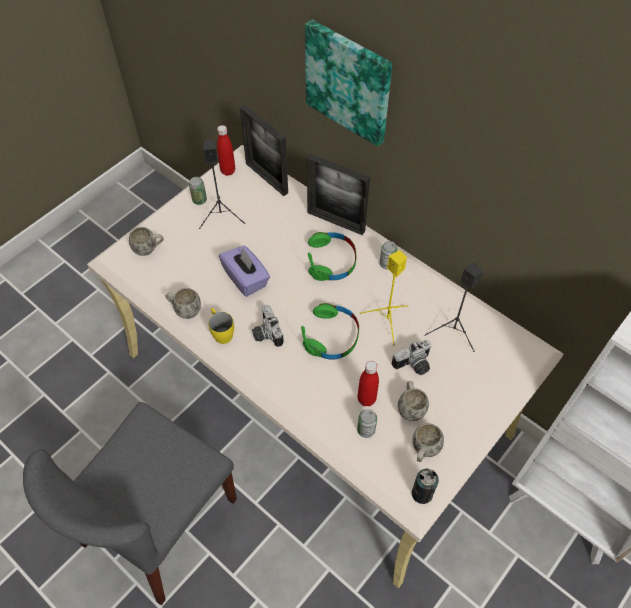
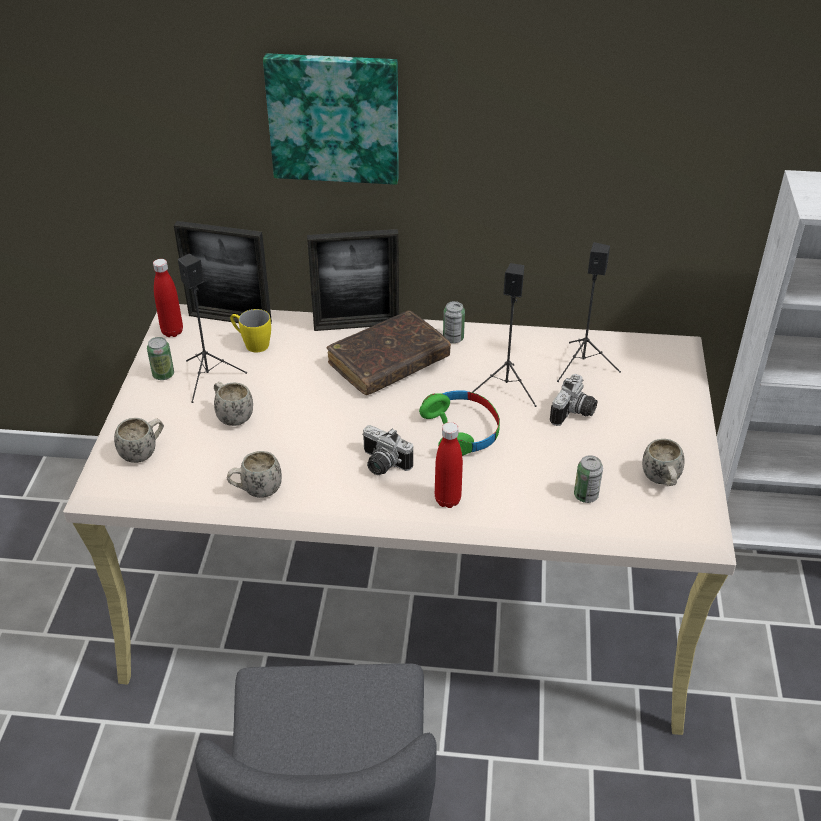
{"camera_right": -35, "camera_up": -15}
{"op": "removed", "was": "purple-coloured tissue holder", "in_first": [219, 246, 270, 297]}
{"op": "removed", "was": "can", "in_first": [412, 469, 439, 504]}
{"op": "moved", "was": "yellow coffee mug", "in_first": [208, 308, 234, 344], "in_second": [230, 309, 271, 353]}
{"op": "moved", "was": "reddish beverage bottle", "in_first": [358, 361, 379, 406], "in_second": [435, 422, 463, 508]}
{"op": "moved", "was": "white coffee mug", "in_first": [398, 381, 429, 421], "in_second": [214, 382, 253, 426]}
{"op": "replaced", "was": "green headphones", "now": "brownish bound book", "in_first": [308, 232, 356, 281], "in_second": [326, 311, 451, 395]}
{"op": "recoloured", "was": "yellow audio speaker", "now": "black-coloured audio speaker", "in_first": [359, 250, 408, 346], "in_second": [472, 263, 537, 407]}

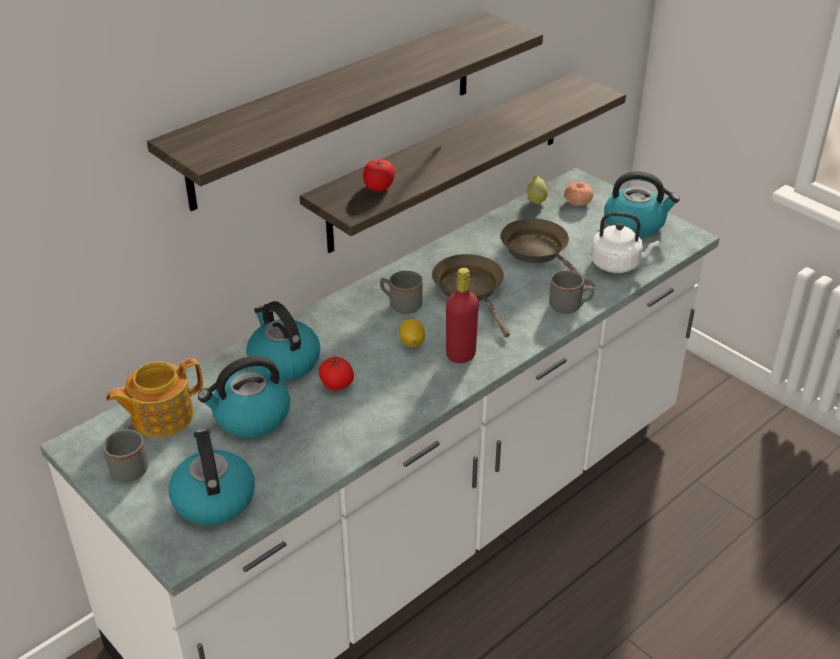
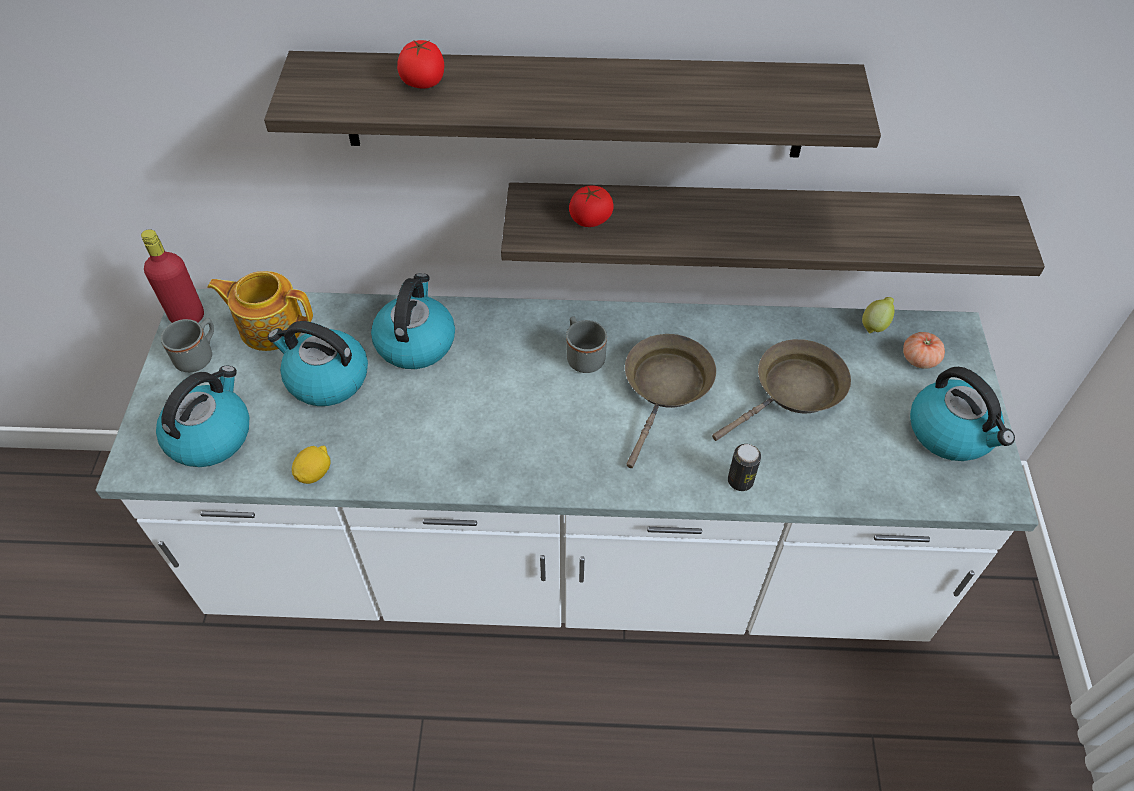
{"camera_right": 45, "camera_up": 15}
{"op": "removed", "was": "white water kettle", "in_first": [591, 212, 659, 273]}
{"op": "moved", "was": "tomato", "in_first": [319, 357, 354, 390], "in_second": [397, 40, 444, 89]}
{"op": "moved", "was": "citrus fruit", "in_first": [399, 319, 425, 348], "in_second": [292, 446, 331, 484]}
{"op": "moved", "was": "reddish beverage bottle", "in_first": [446, 268, 479, 363], "in_second": [141, 229, 204, 323]}
{"op": "replaced", "was": "gray coffee mug", "now": "can", "in_first": [549, 270, 594, 314], "in_second": [728, 444, 761, 491]}
{"op": "turned", "was": "brownish pan", "in_first": [501, 218, 595, 287], "in_second": [712, 339, 851, 441], "clockwise": 45}

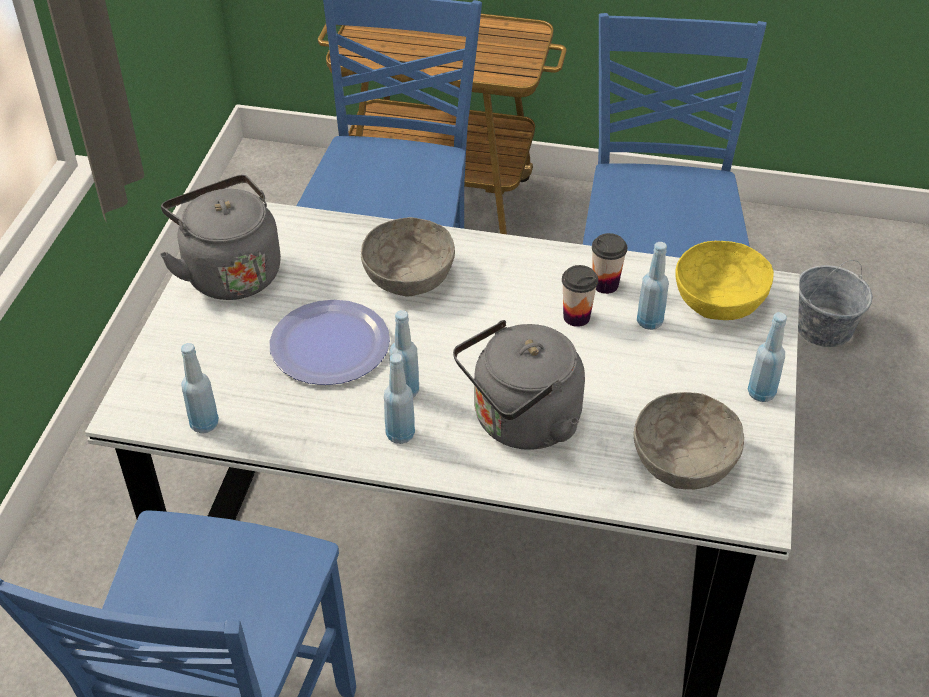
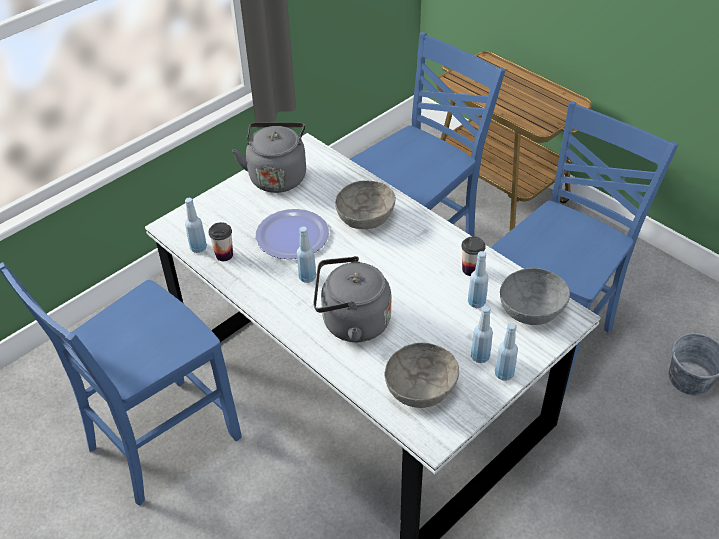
{"camera_right": 35, "camera_up": 0}
{"op": "moved", "was": "bluish beverage bottle", "in_first": [384, 353, 415, 444], "in_second": [471, 306, 493, 363]}
{"op": "moved", "was": "small cup", "in_first": [562, 265, 598, 327], "in_second": [209, 222, 233, 261]}
{"op": "recoloured", "was": "yellow deep dish", "now": "gray deep dish", "in_first": [675, 241, 774, 320], "in_second": [500, 268, 570, 325]}

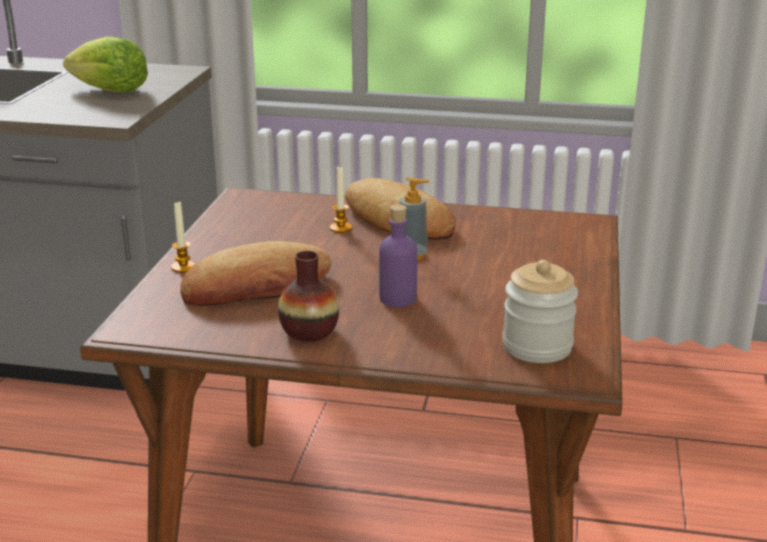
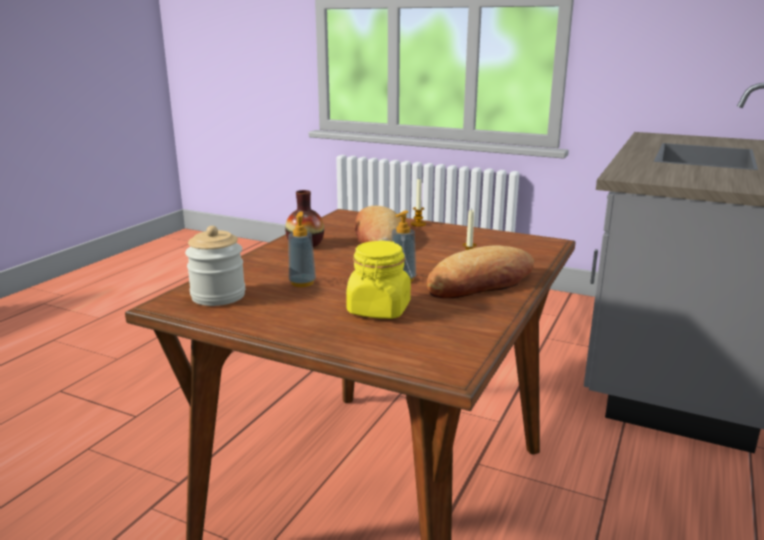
{"camera_right": 105, "camera_up": -5}
{"op": "removed", "was": "head of lettuce", "in_first": [63, 36, 148, 93]}
{"op": "removed", "was": "purple-coloured beverage bottle", "in_first": [379, 204, 417, 307]}
{"op": "added", "now": "liquid soap bottle", "in_second": [289, 212, 316, 287]}
{"op": "added", "now": "yellow jar", "in_second": [346, 240, 411, 319]}

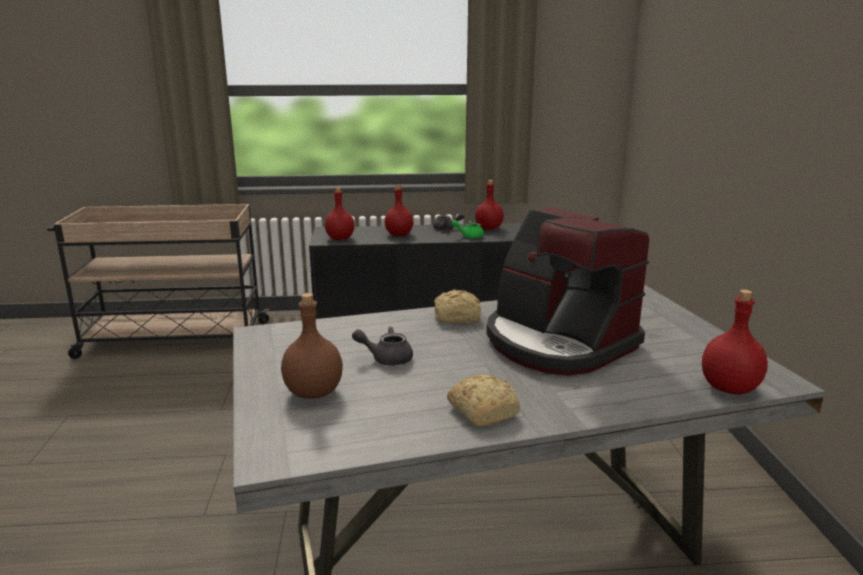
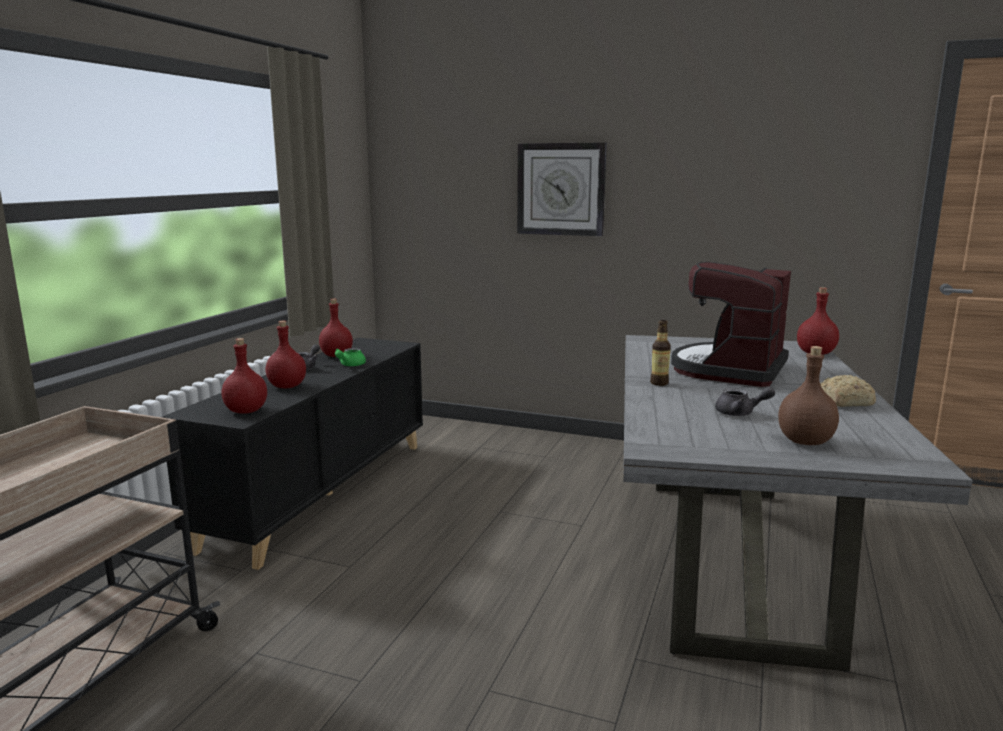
{"camera_right": -65, "camera_up": -5}
{"op": "added", "now": "clock on the wall", "in_second": [517, 143, 607, 236]}
{"op": "replaced", "was": "bakery bread", "now": "beverage bottle", "in_first": [434, 289, 481, 324], "in_second": [650, 320, 671, 386]}
{"op": "turned", "was": "gray tea pot", "in_first": [352, 326, 413, 365], "in_second": [715, 387, 775, 416], "clockwise": -105}
{"op": "turned", "was": "coffee brewer", "in_first": [486, 207, 649, 376], "in_second": [671, 262, 791, 387], "clockwise": 135}

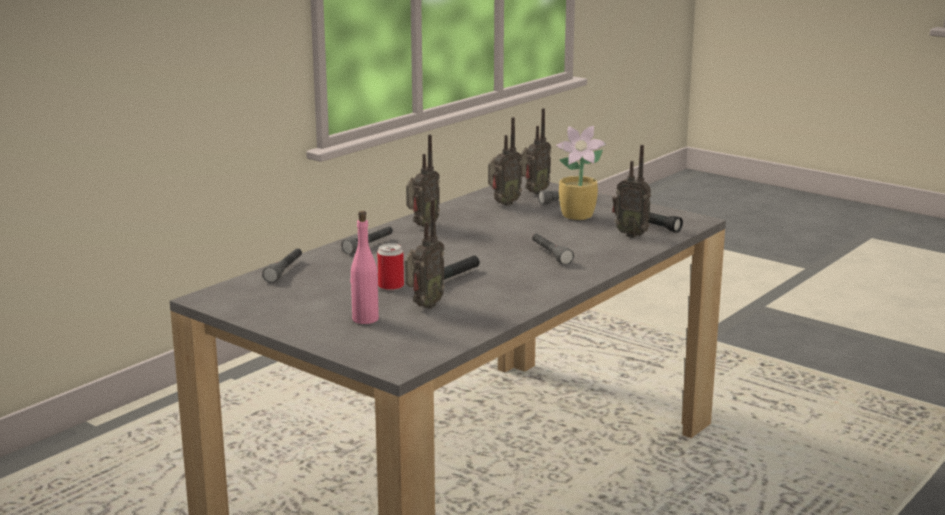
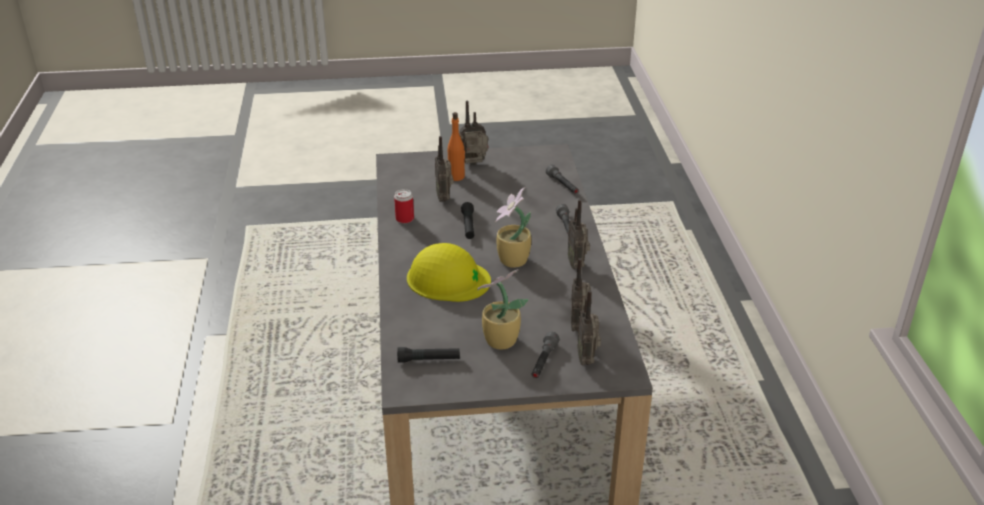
{"camera_right": 135, "camera_up": 15}
{"op": "added", "now": "potted plant", "in_second": [495, 188, 531, 268]}
{"op": "moved", "was": "can", "in_first": [377, 243, 404, 291], "in_second": [394, 189, 414, 223]}
{"op": "moved", "was": "radio receiver", "in_first": [612, 145, 651, 238], "in_second": [459, 101, 489, 165]}
{"op": "replaced", "was": "gray hand torch", "now": "yellow hard hat", "in_first": [532, 233, 574, 265], "in_second": [407, 243, 491, 302]}
{"op": "recoloured", "was": "pink-coloured beverage bottle", "now": "orange-coloured beverage bottle", "in_first": [350, 211, 379, 324], "in_second": [448, 112, 465, 181]}

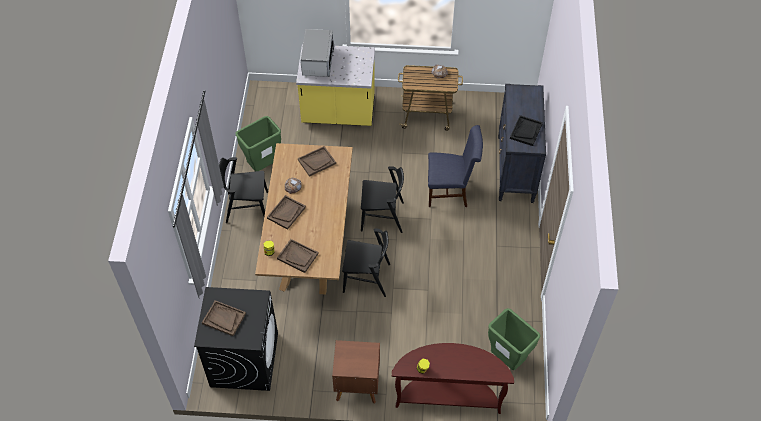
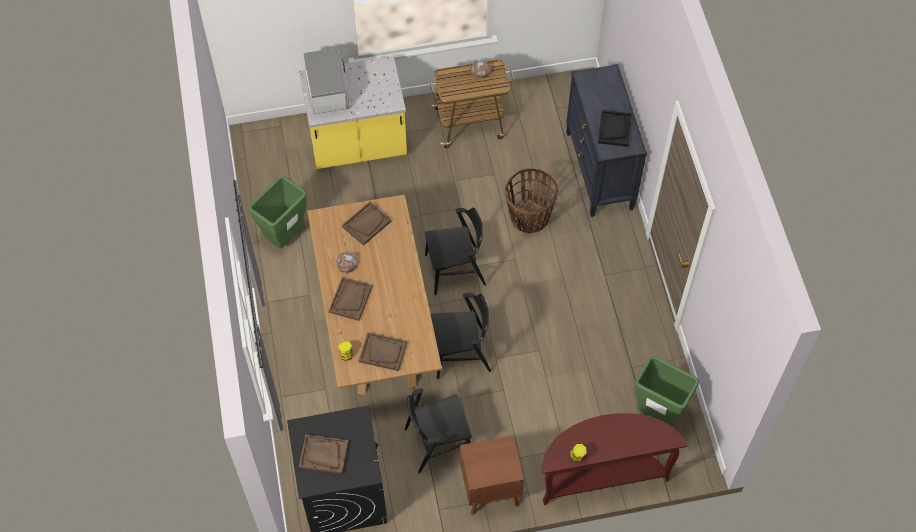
{"camera_right": -15, "camera_up": 5}
{"op": "moved", "was": "black-coloured upright chair", "in_first": [219, 157, 268, 223], "in_second": [405, 388, 472, 473]}
{"op": "replaced", "was": "bluish upright chair", "now": "household basket", "in_first": [428, 125, 483, 207], "in_second": [505, 168, 559, 233]}

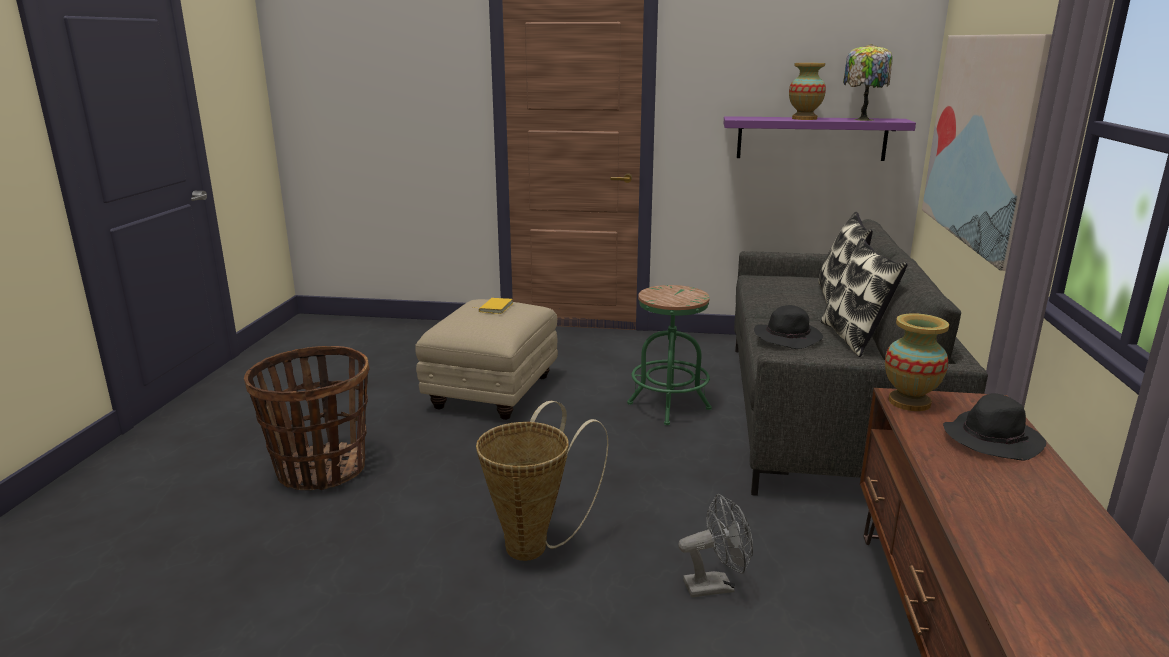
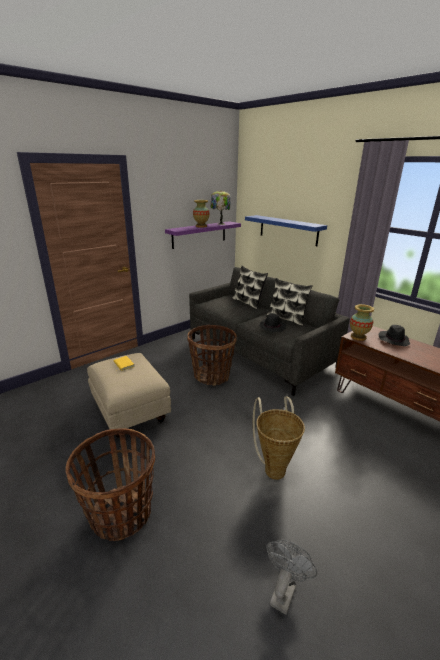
{"camera_right": -50, "camera_up": 5}
{"op": "moved", "was": "gray cooling fan", "in_first": [678, 494, 753, 597], "in_second": [266, 539, 317, 615]}
{"op": "replaced", "was": "green sitting stool", "now": "household basket", "in_first": [627, 285, 712, 425], "in_second": [187, 325, 237, 386]}
{"op": "replaced", "was": "wall picture", "now": "bluish shelf", "in_first": [922, 34, 1052, 271], "in_second": [245, 215, 327, 246]}

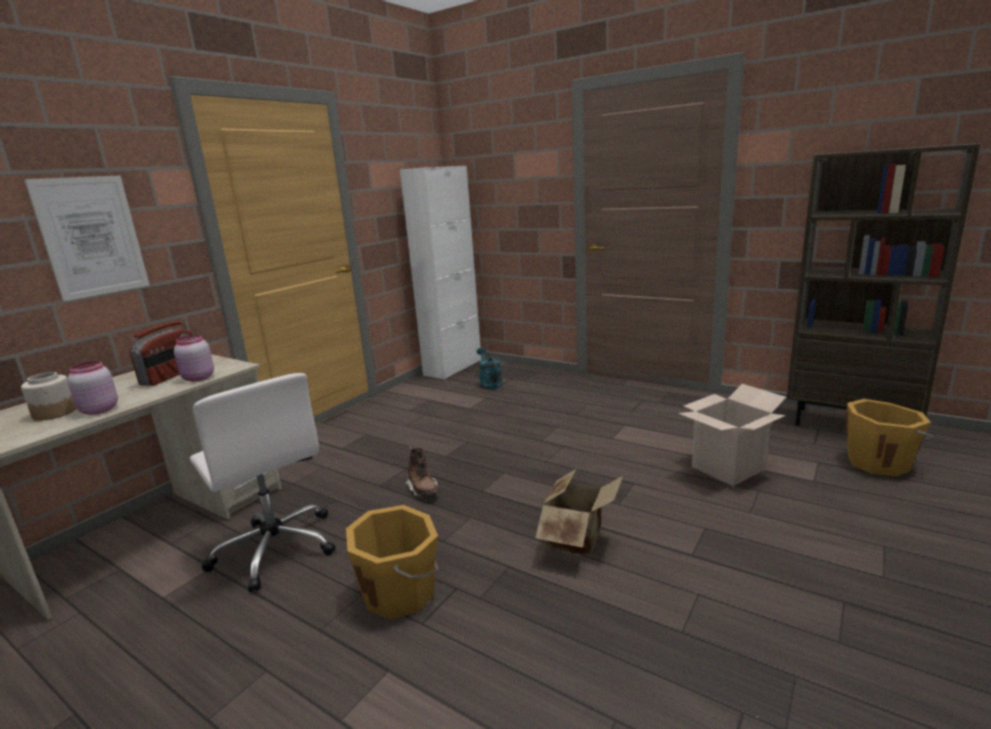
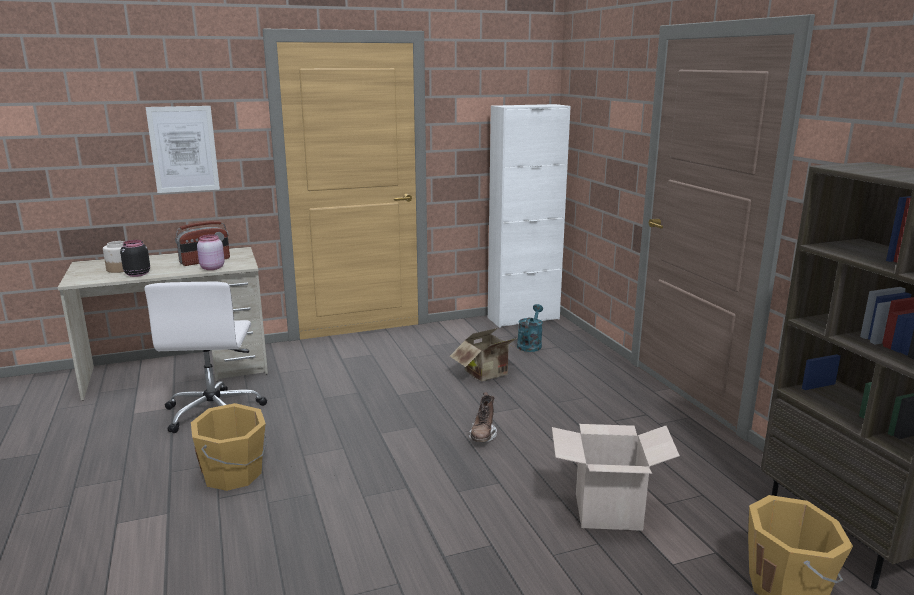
{"camera_right": 35, "camera_up": 0}
{"op": "moved", "was": "brownish boot", "in_first": [405, 447, 438, 496], "in_second": [468, 392, 497, 442]}
{"op": "moved", "was": "cardboard box", "in_first": [535, 469, 623, 556], "in_second": [450, 328, 524, 381]}
{"op": "recoloured", "was": "pink-coloured jar", "now": "black-coloured jar", "in_first": [67, 361, 118, 415], "in_second": [120, 240, 150, 277]}

